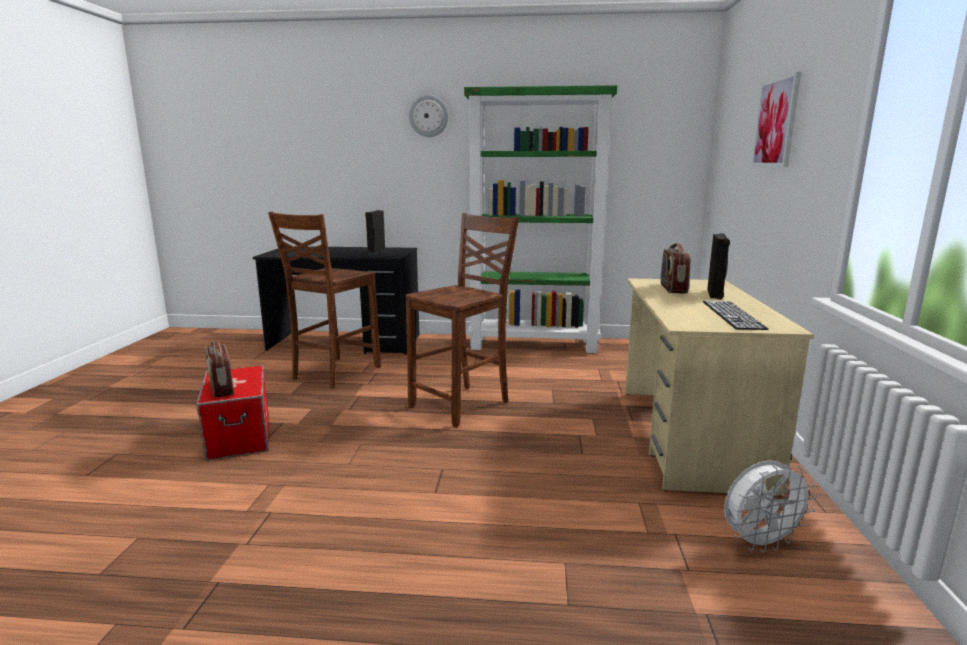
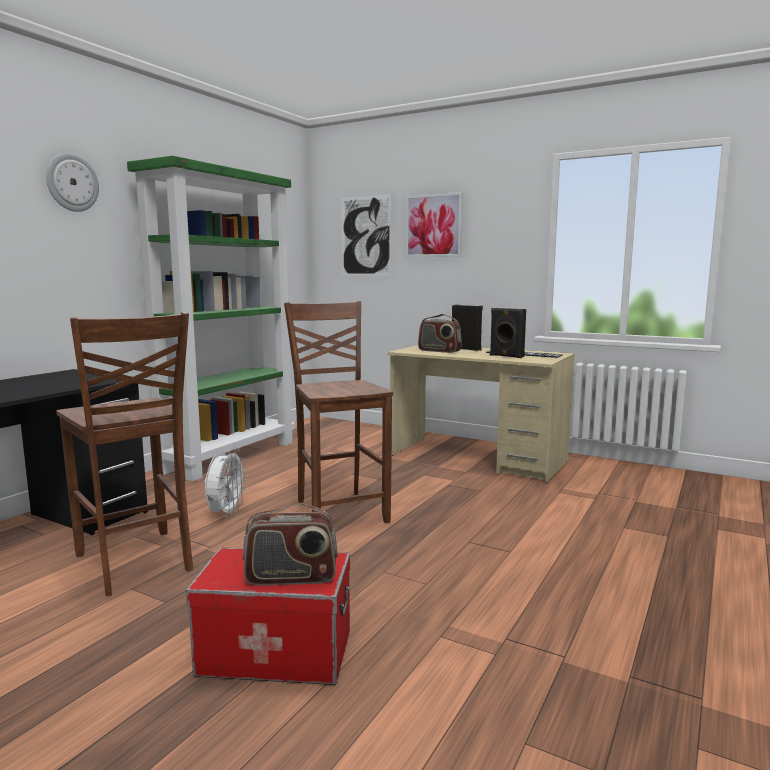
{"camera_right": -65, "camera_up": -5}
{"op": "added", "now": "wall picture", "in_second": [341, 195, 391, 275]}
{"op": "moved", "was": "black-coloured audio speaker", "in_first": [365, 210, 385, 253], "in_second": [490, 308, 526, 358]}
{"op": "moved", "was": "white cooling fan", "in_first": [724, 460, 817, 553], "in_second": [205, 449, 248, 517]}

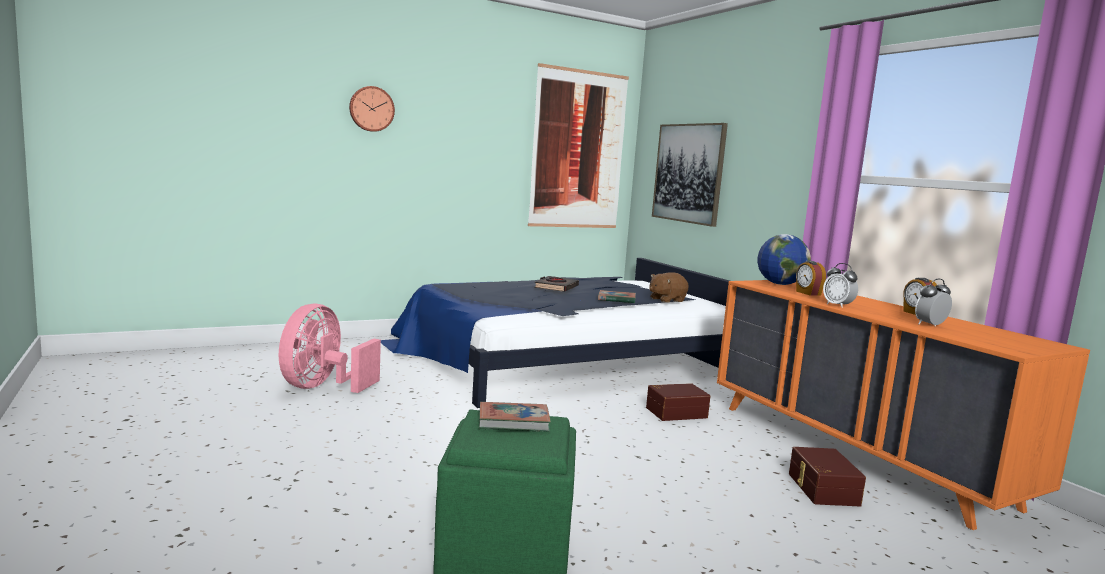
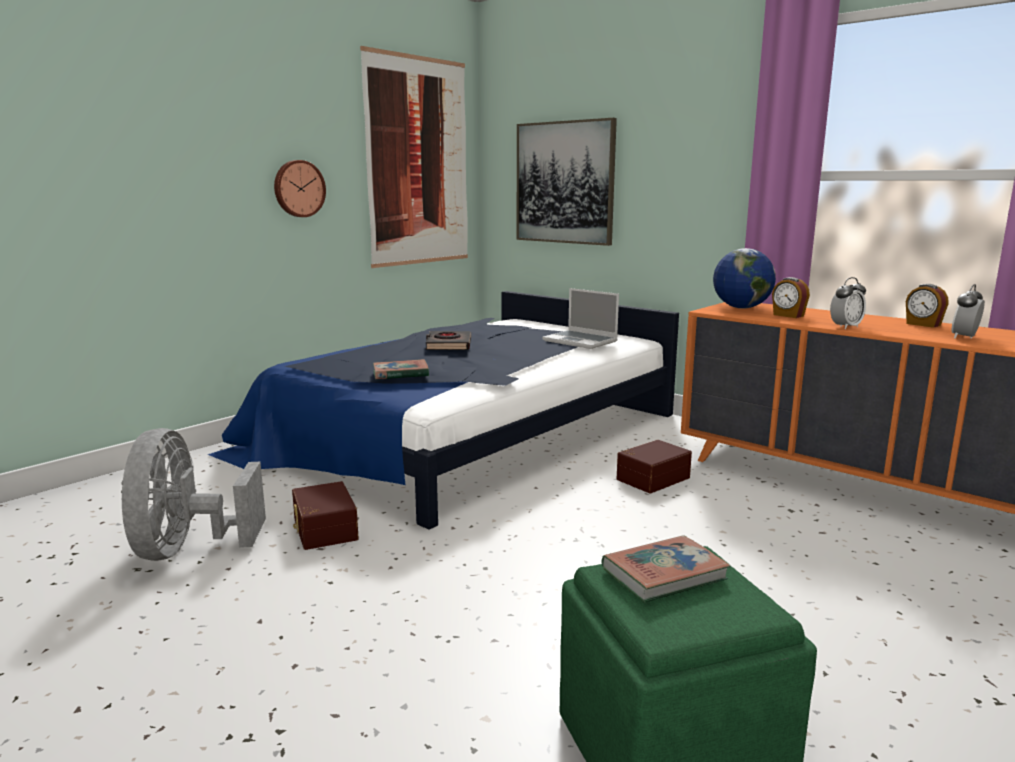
{"camera_right": -20, "camera_up": 5}
{"op": "moved", "was": "clock on the wall", "in_first": [349, 86, 395, 132], "in_second": [274, 160, 326, 217]}
{"op": "moved", "was": "bound book", "in_first": [598, 290, 636, 304], "in_second": [373, 359, 429, 380]}
{"op": "moved", "was": "brownish storage container", "in_first": [789, 447, 866, 507], "in_second": [292, 481, 359, 550]}
{"op": "replaced", "was": "brownish plush toy", "now": "laptop", "in_first": [649, 272, 689, 303], "in_second": [542, 288, 619, 349]}
{"op": "recoloured", "was": "pink-coloured cooling fan", "now": "gray cooling fan", "in_first": [279, 304, 381, 393], "in_second": [121, 428, 266, 561]}
{"op": "turned", "was": "bedside clock", "in_first": [823, 263, 858, 308], "in_second": [830, 277, 866, 329], "clockwise": -75}

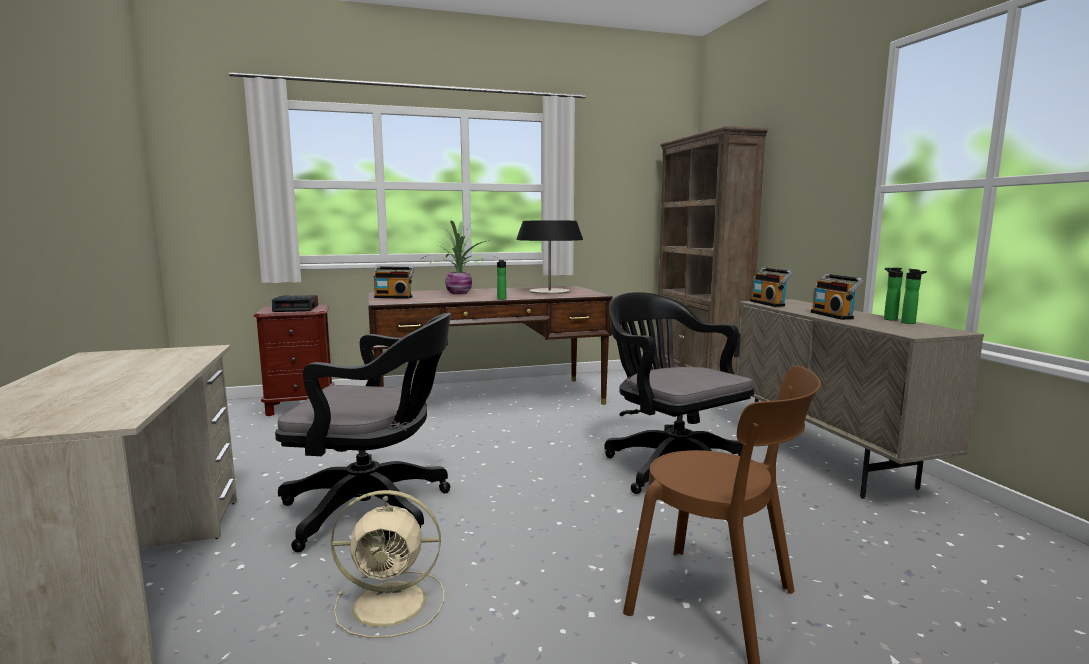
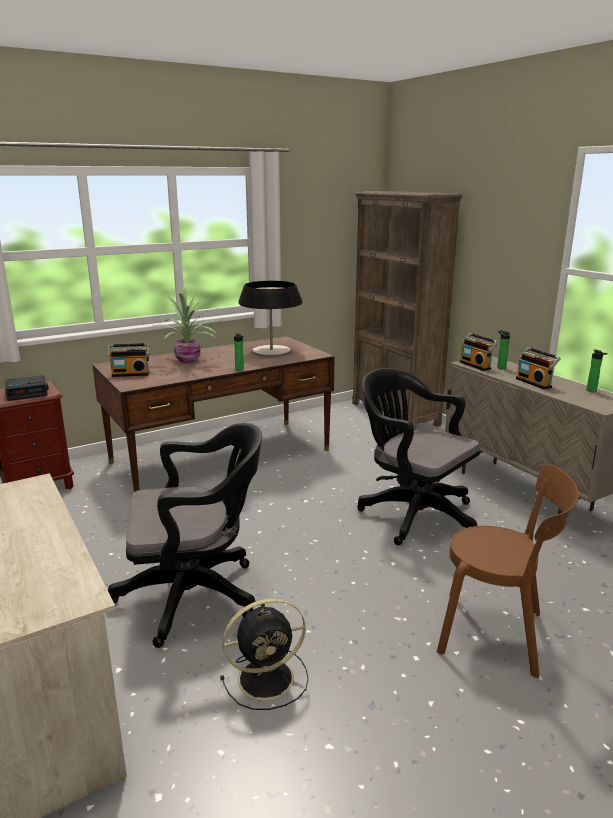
{"camera_right": -15, "camera_up": 10}
{"op": "moved", "was": "beverage bottle", "in_first": [884, 268, 903, 321], "in_second": [497, 330, 510, 369]}
{"op": "recoloured", "was": "beige cooling fan", "now": "black-coloured cooling fan", "in_first": [330, 490, 444, 638], "in_second": [220, 598, 309, 710]}

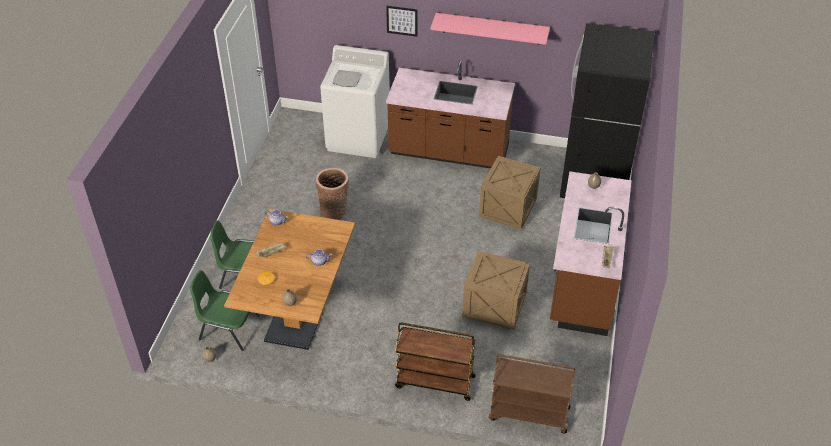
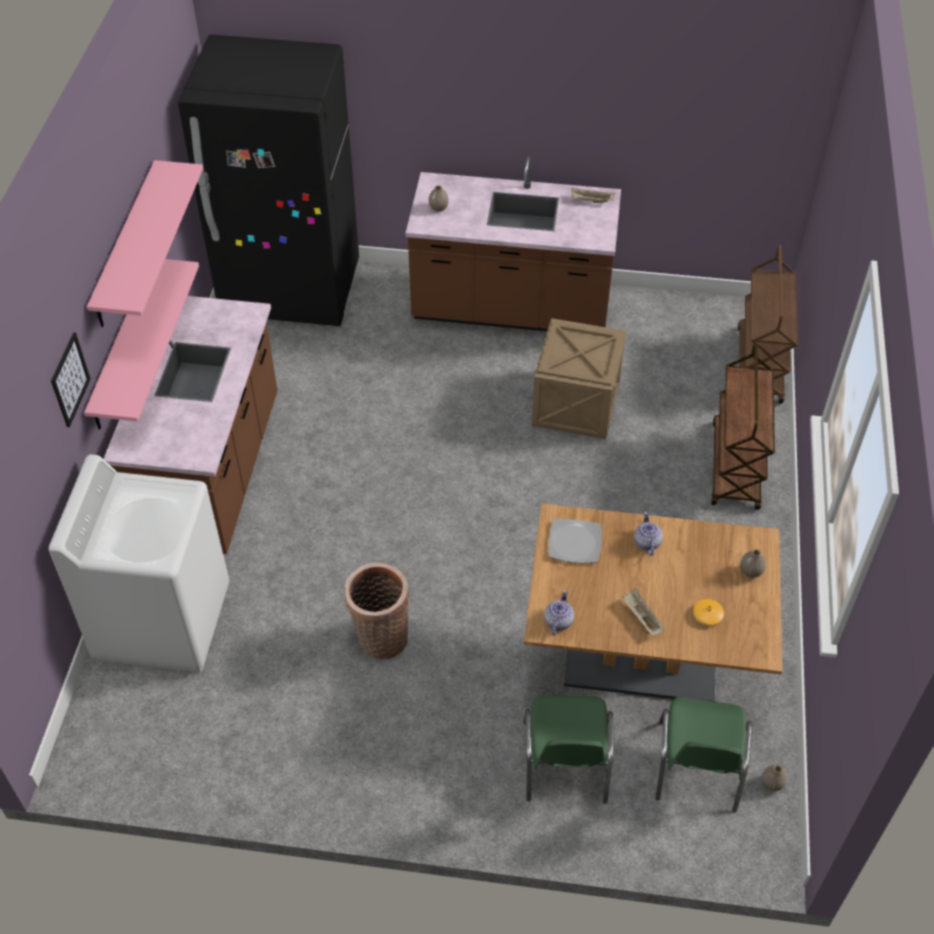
{"camera_right": -95, "camera_up": 5}
{"op": "removed", "was": "shipping crate", "in_first": [479, 156, 540, 230]}
{"op": "added", "now": "pink-coloured shelf", "in_second": [84, 259, 199, 429]}
{"op": "moved", "was": "plate", "in_first": [332, 70, 361, 87], "in_second": [548, 519, 602, 563]}

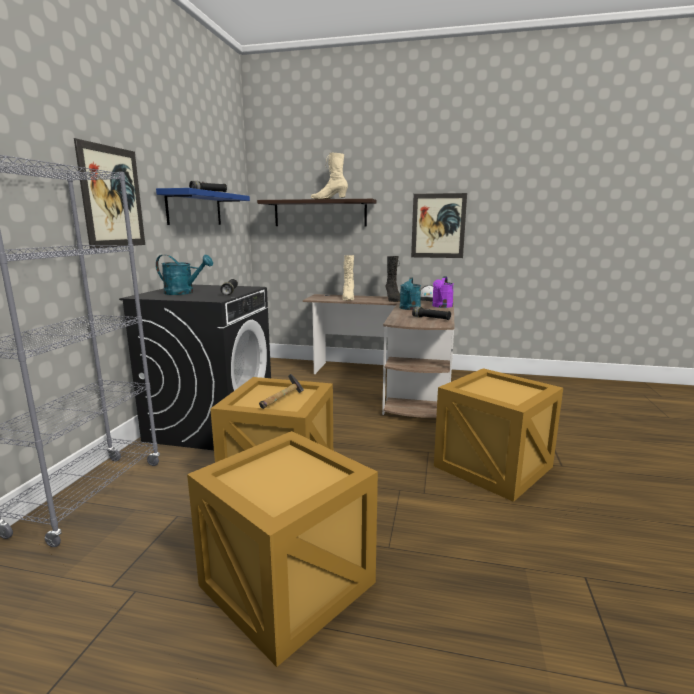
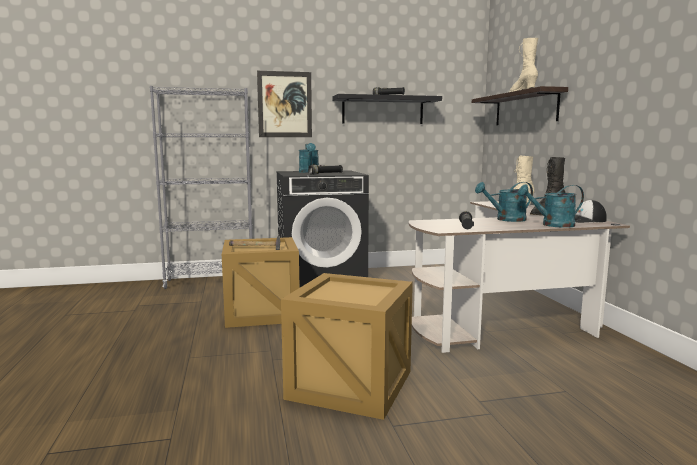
{"camera_right": 65, "camera_up": -5}
{"op": "removed", "was": "shipping crate", "in_first": [187, 431, 378, 667]}
{"op": "removed", "was": "wall picture", "in_first": [411, 193, 467, 258]}
{"op": "recoloured", "was": "bluish shelf", "now": "black-coloured shelf", "in_first": [156, 188, 250, 225], "in_second": [333, 94, 442, 124]}
{"op": "recoloured", "was": "purple-coloured watering can", "now": "turquoise-coloured watering can", "in_first": [432, 276, 454, 308], "in_second": [518, 184, 584, 228]}

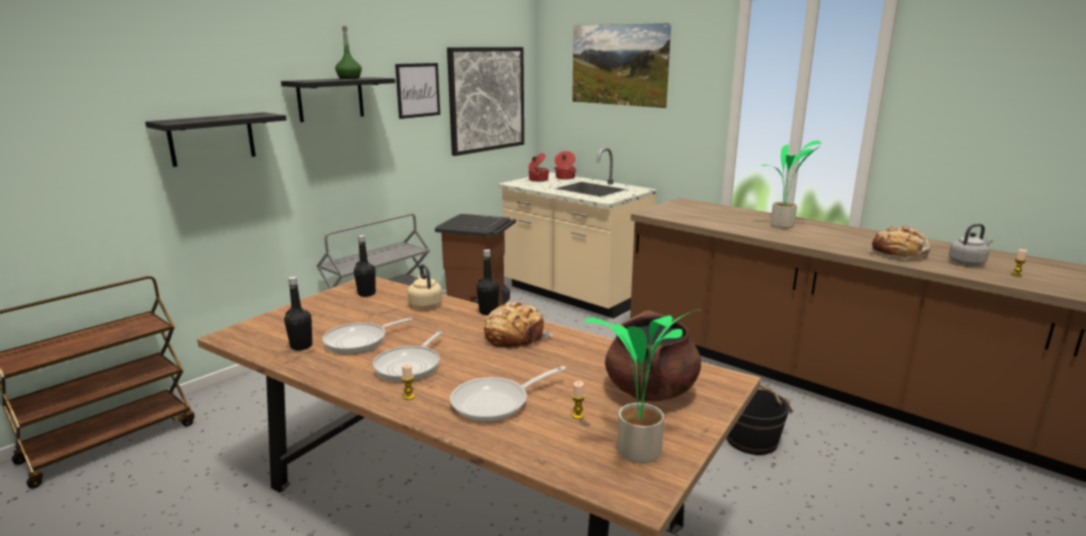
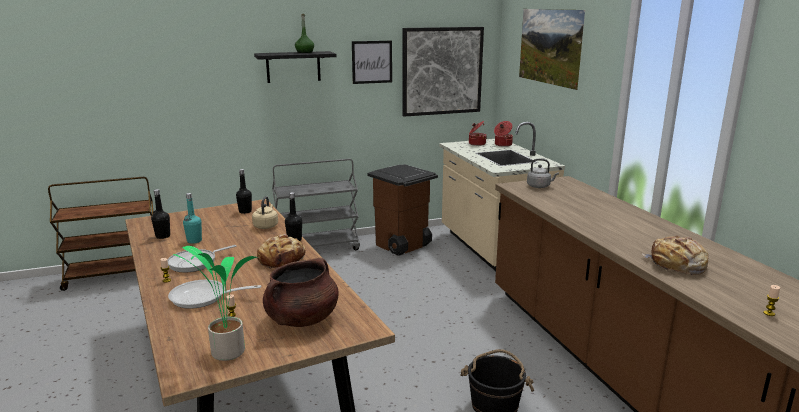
{"camera_right": 30, "camera_up": 0}
{"op": "removed", "was": "black-coloured shelf", "in_first": [145, 112, 287, 167]}
{"op": "removed", "was": "potted plant", "in_first": [762, 141, 821, 228]}
{"op": "moved", "was": "gray water kettle", "in_first": [949, 224, 992, 266], "in_second": [527, 159, 559, 188]}
{"op": "replaced", "was": "pan", "now": "turquoise-coloured beverage bottle", "in_first": [322, 318, 412, 355], "in_second": [183, 193, 202, 244]}

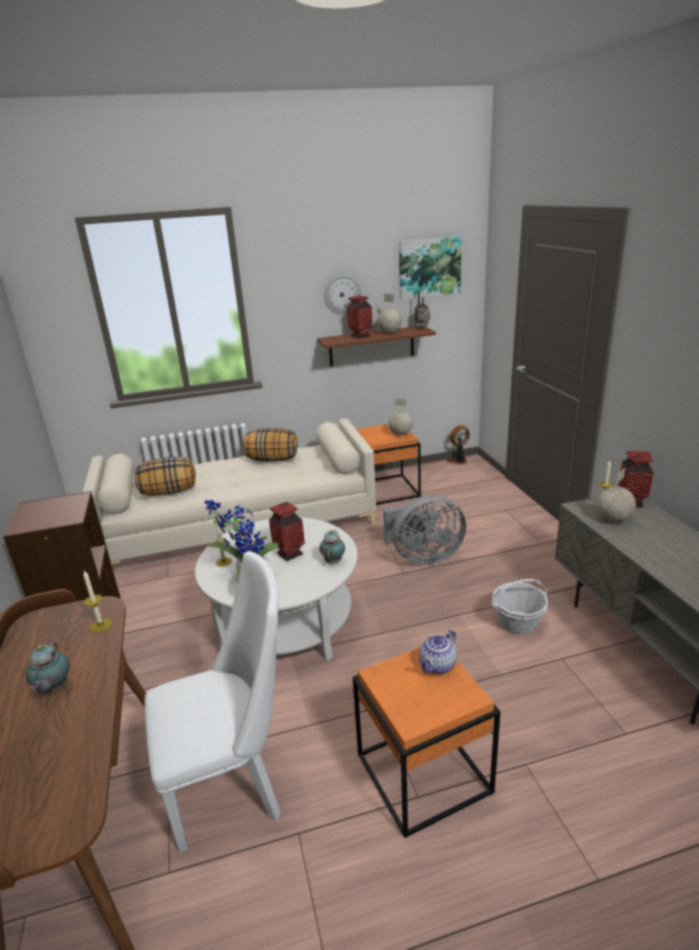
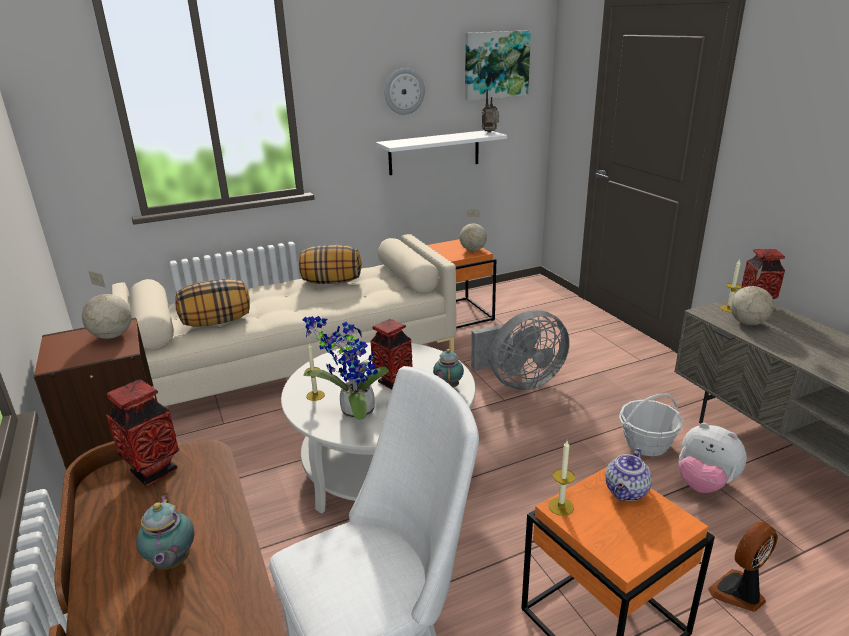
{"camera_right": -10, "camera_up": 0}
{"op": "added", "now": "plush toy", "in_second": [679, 423, 747, 493]}
{"op": "moved", "was": "candle", "in_first": [83, 570, 112, 633], "in_second": [548, 441, 575, 516]}
{"op": "moved", "was": "flower vase", "in_first": [347, 296, 373, 339], "in_second": [106, 379, 179, 486]}
{"op": "moved", "was": "globe", "in_first": [377, 294, 402, 333], "in_second": [82, 271, 132, 339]}
{"op": "moved", "was": "cooling fan", "in_first": [446, 425, 470, 465], "in_second": [708, 521, 778, 612]}
{"op": "recoloured", "was": "brownish shelf", "now": "white shelf", "in_first": [317, 326, 436, 366], "in_second": [376, 130, 507, 175]}

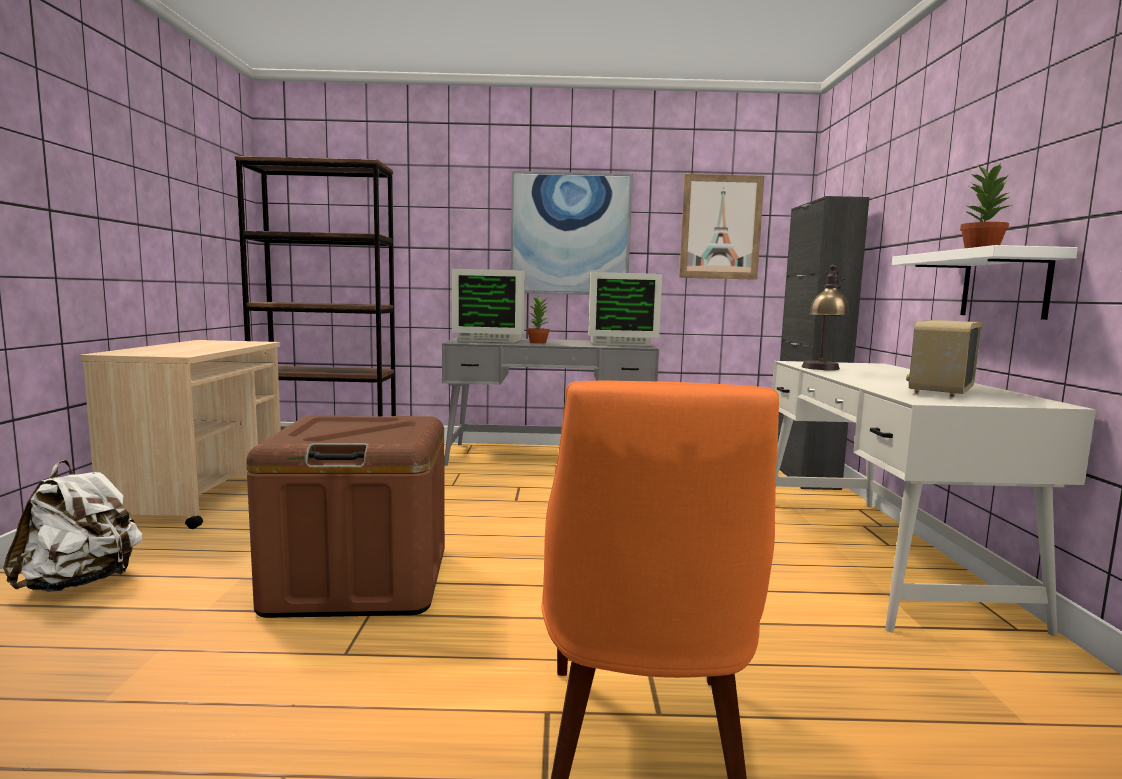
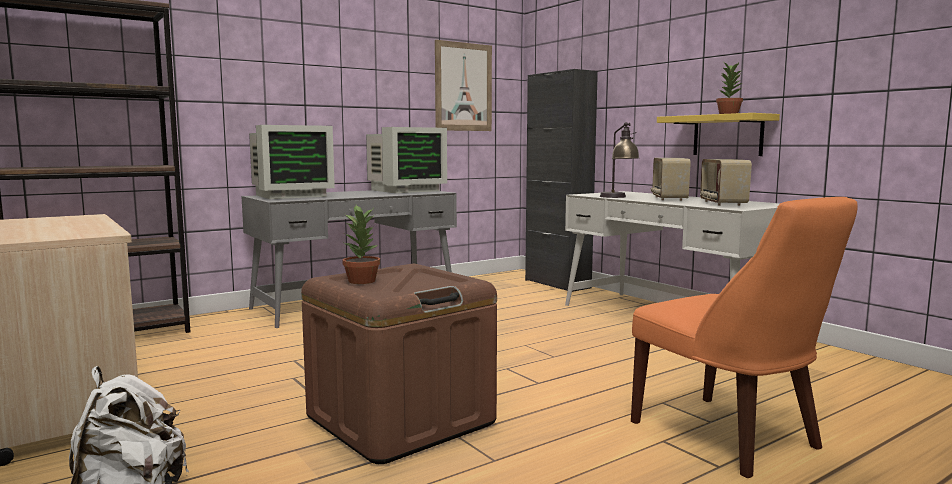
{"camera_right": -35, "camera_up": 0}
{"op": "removed", "was": "wall picture", "in_first": [511, 171, 633, 295]}
{"op": "added", "now": "radio receiver", "in_second": [651, 158, 691, 201]}
{"op": "moved", "was": "potted plant", "in_first": [527, 296, 550, 344], "in_second": [343, 205, 380, 284]}
{"op": "recoloured", "was": "white shelf", "now": "yellow shelf", "in_first": [892, 245, 1078, 320], "in_second": [657, 113, 780, 156]}

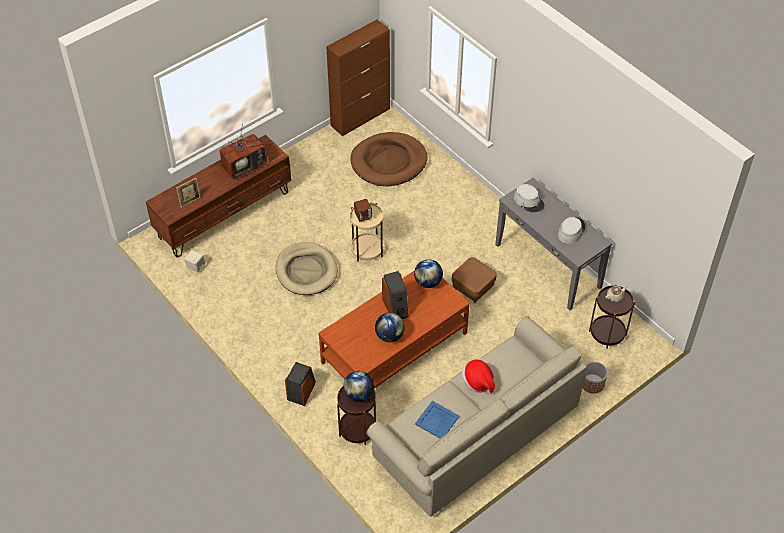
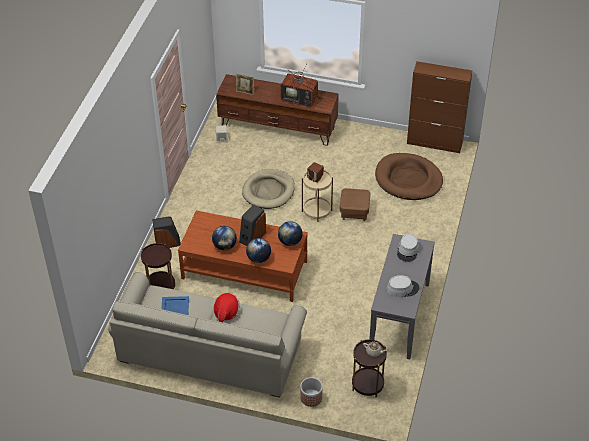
{"camera_right": 55, "camera_up": -5}
{"op": "moved", "was": "globe", "in_first": [343, 371, 374, 402], "in_second": [246, 238, 271, 263]}
{"op": "moved", "was": "brownish ottoman", "in_first": [452, 257, 497, 303], "in_second": [340, 188, 370, 221]}

